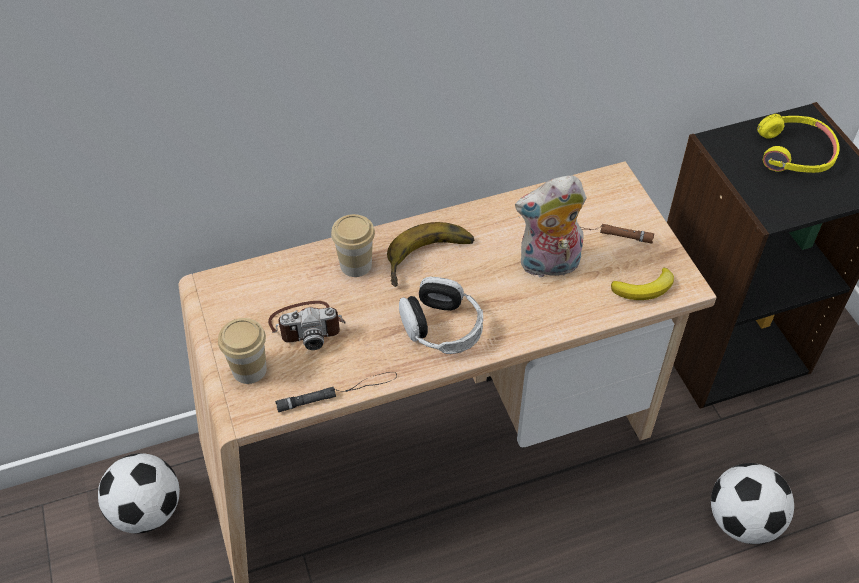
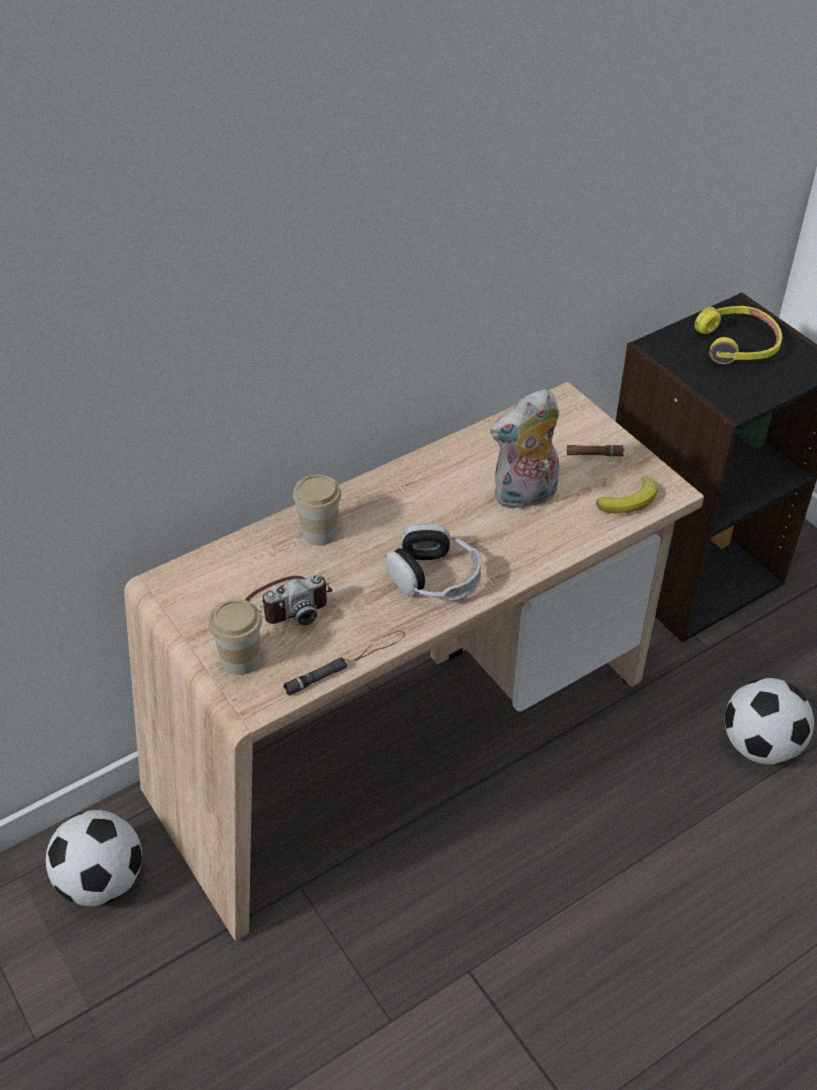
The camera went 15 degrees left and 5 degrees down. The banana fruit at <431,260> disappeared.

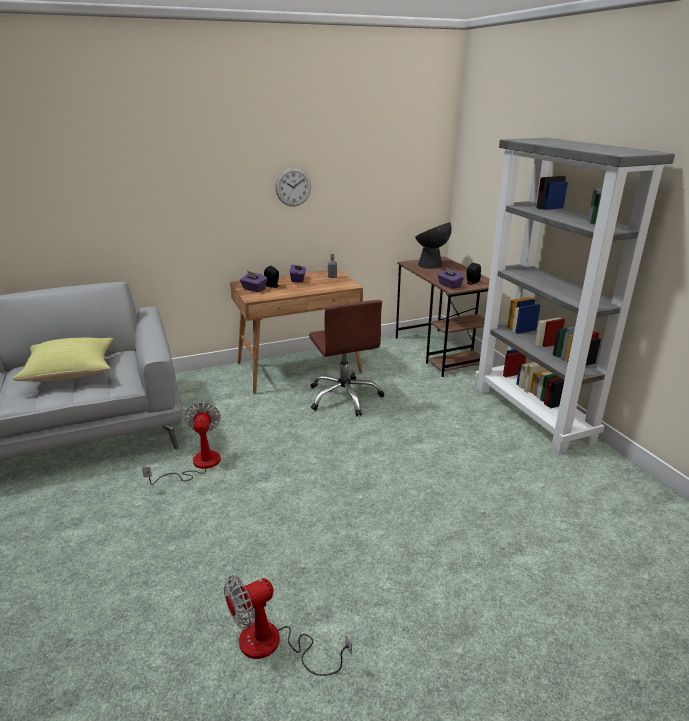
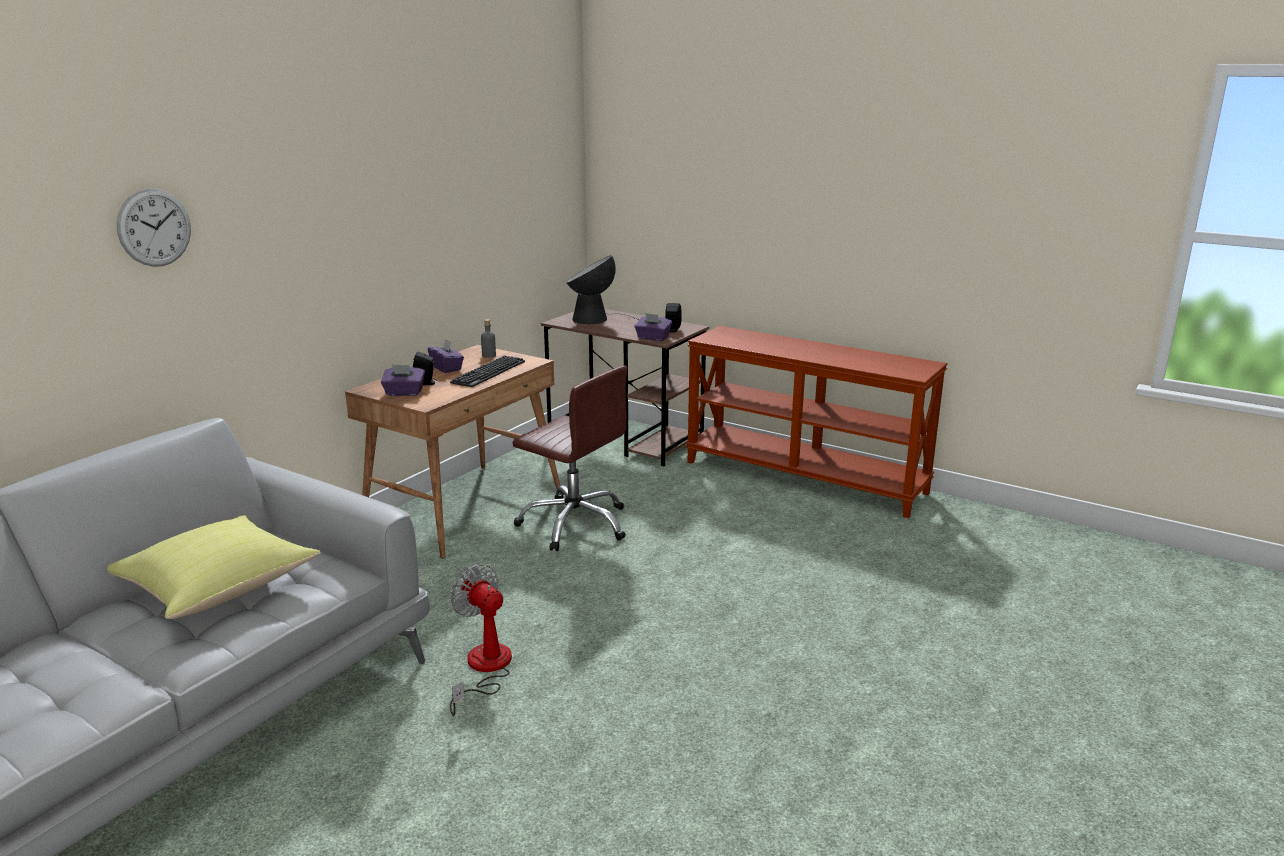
The camera went 35 degrees left and 5 degrees down. The cooling fan at <273,645> disappeared. The wall clock moved from <293,187> to <154,227>. The gray shelving unit at <533,414> was replaced by the brownish narrow table at <805,477>. The keyboard at <488,372> appeared.

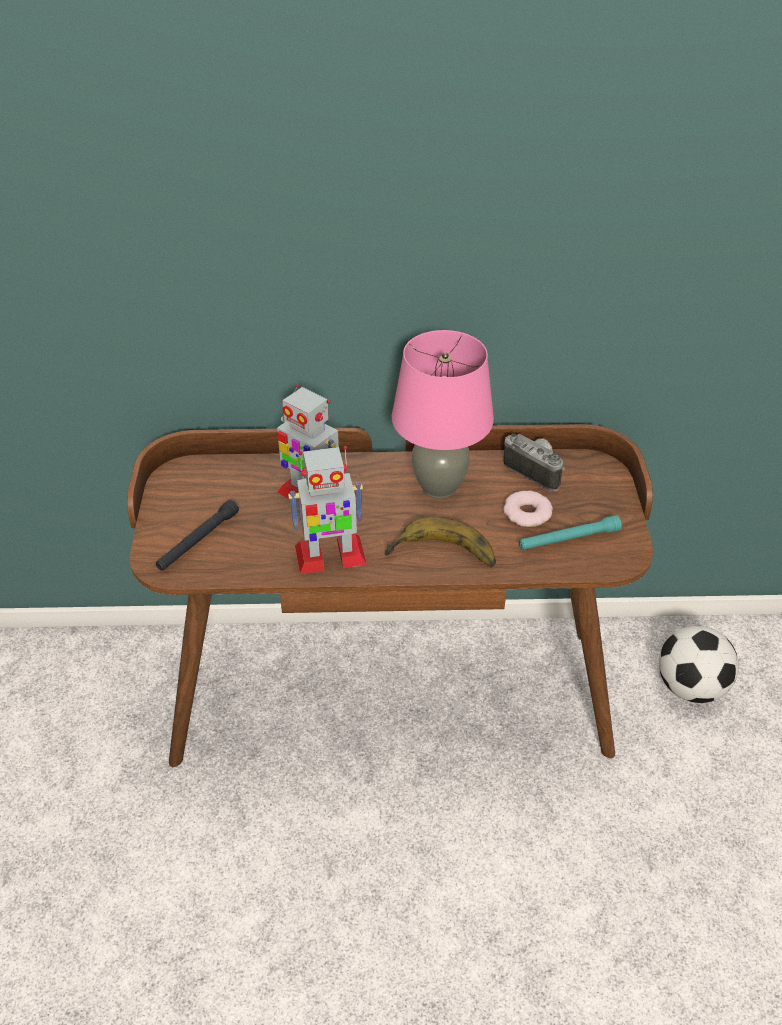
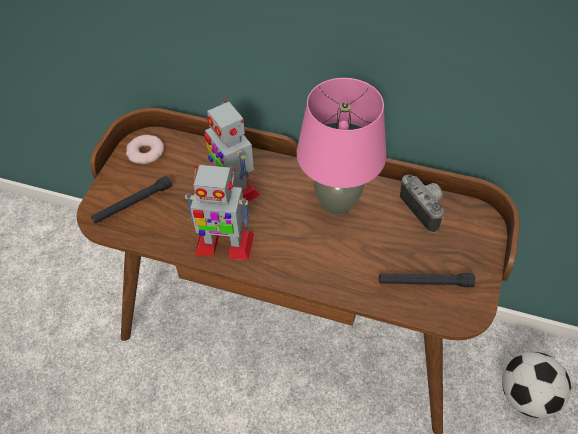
The camera went 20 degrees right and 10 degrees up. The banana fruit at <442,557> disappeared. The doughnut moved from <527,513> to <145,152>. The turquoise hand torch at <568,539> became the blackish hand torch at <425,283>.

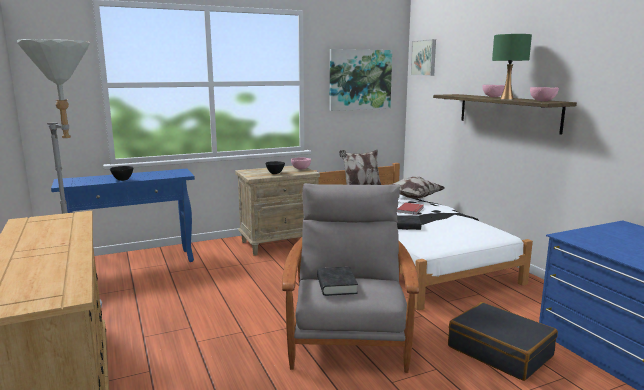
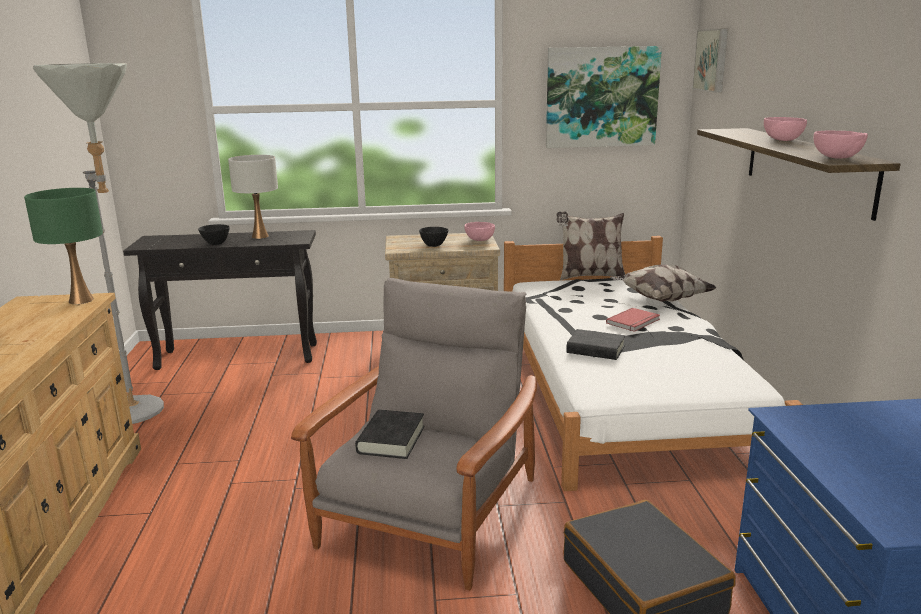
The camera went 20 degrees right and 5 degrees up. The blue narrow table at <135,264> became the blackish narrow table at <239,356>. The green table lamp moved from <507,99> to <81,300>. The white-coloured table lamp at <260,236> appeared.

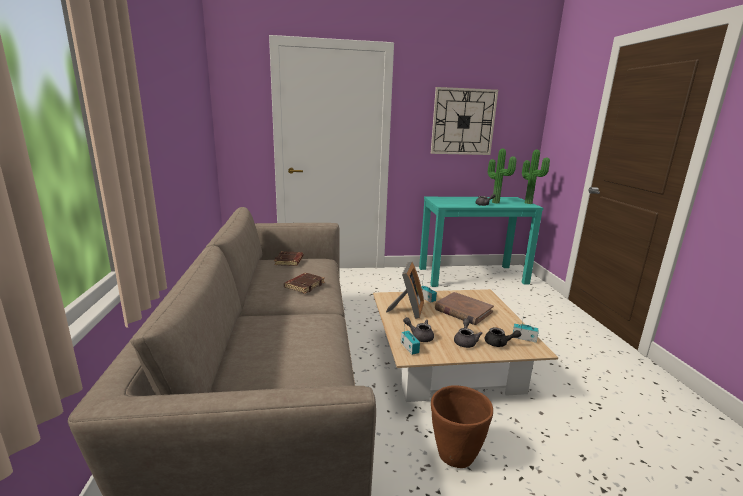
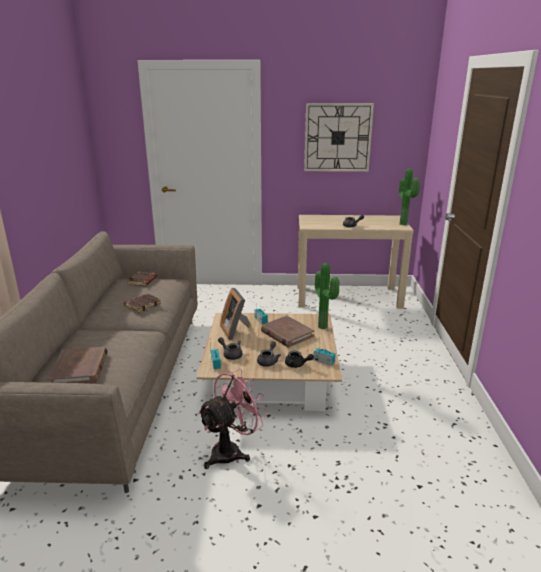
The camera went 10 degrees right and 5 degrees up. The picture frame at <407,310> turned 135 degrees clockwise. The turquoise narrow table at <472,275> became the beige narrow table at <348,297>. The brownish plant pot at <455,455> was replaced by the pink-coloured cooling fan at <231,451>. The houseplant moved from <496,202> to <324,326>. The brownish book at <80,369> appeared.

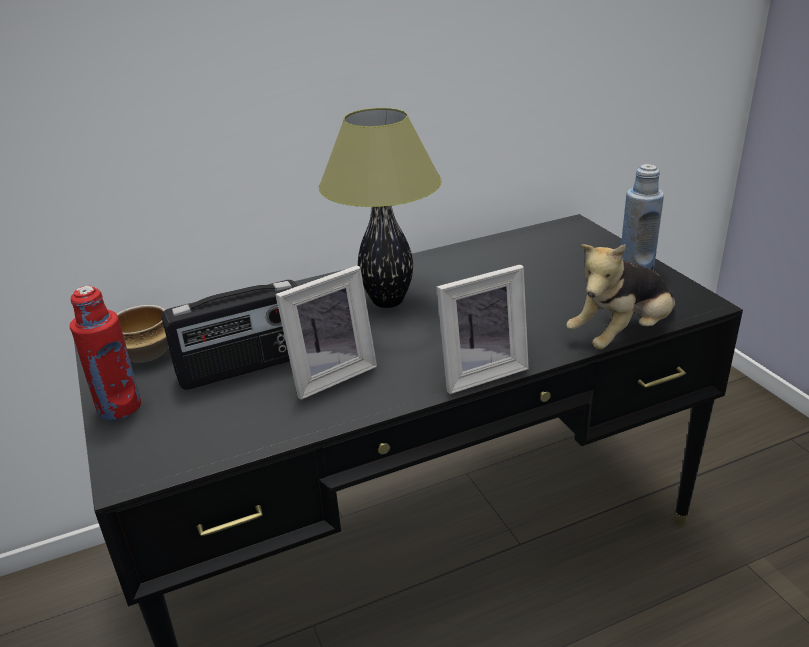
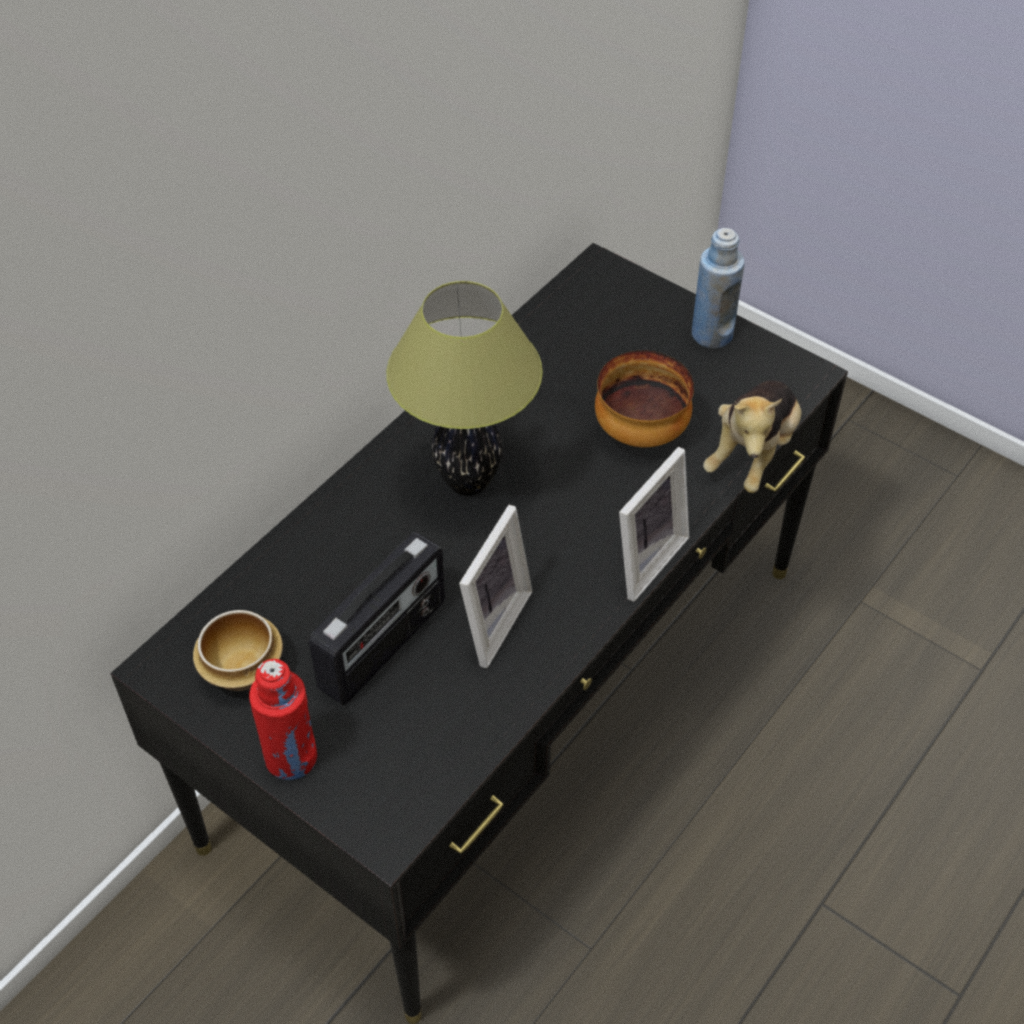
The camera went 30 degrees left and 20 degrees up. The deep dish at <640,433> appeared.

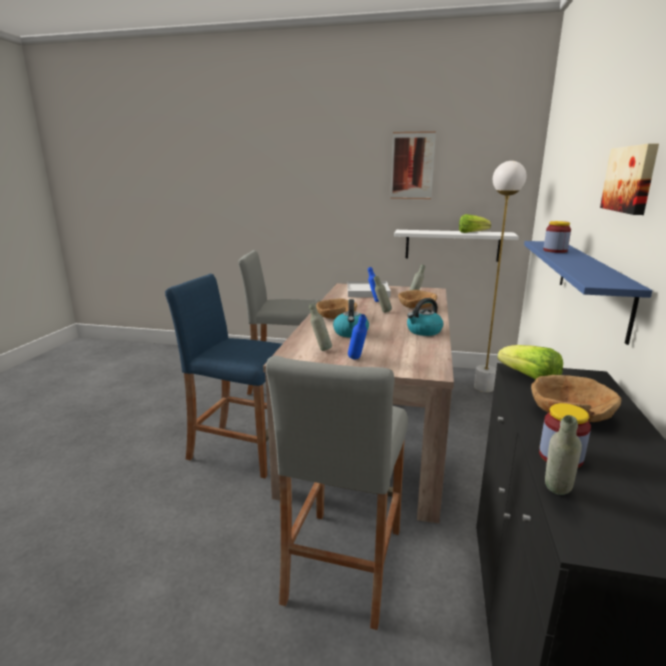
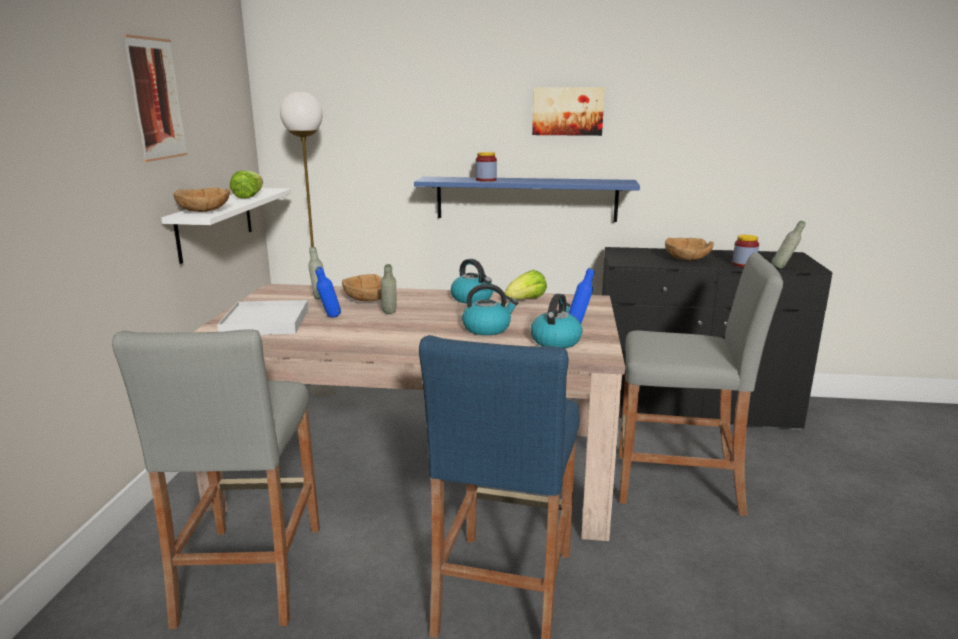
The camera went 95 degrees left and 0 degrees up. The gray beverage bottle at <320,349> was replaced by the kettle at <556,341>. The brownish deep dish moved from <336,317> to <204,211>. The head of lettuce moved from <530,379> to <526,301>.

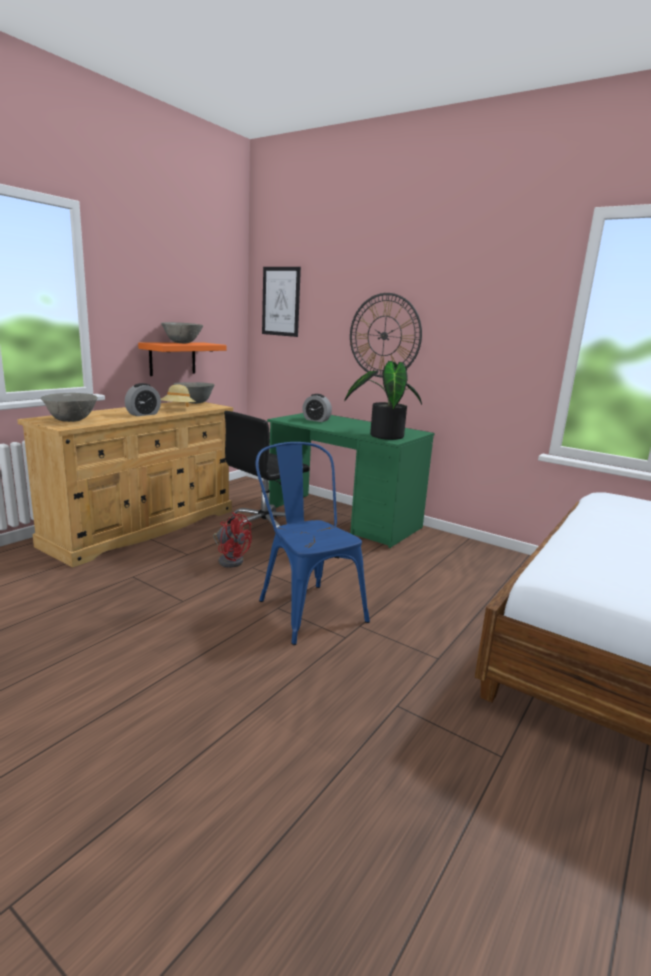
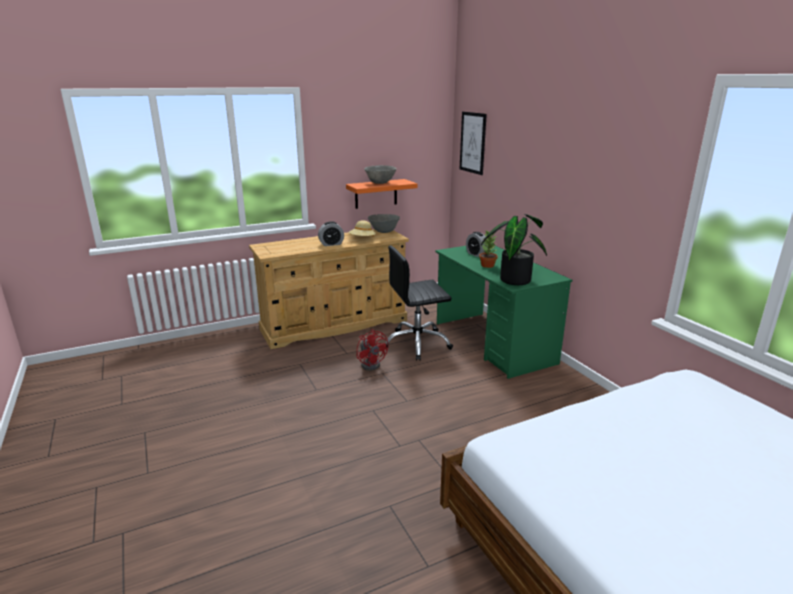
The camera went 30 degrees right and 5 degrees up. The gray deep dish at <71,421> disappeared. The blue chair at <305,607> disappeared. The wall clock at <384,336> disappeared. The houseplant at <487,265> appeared.

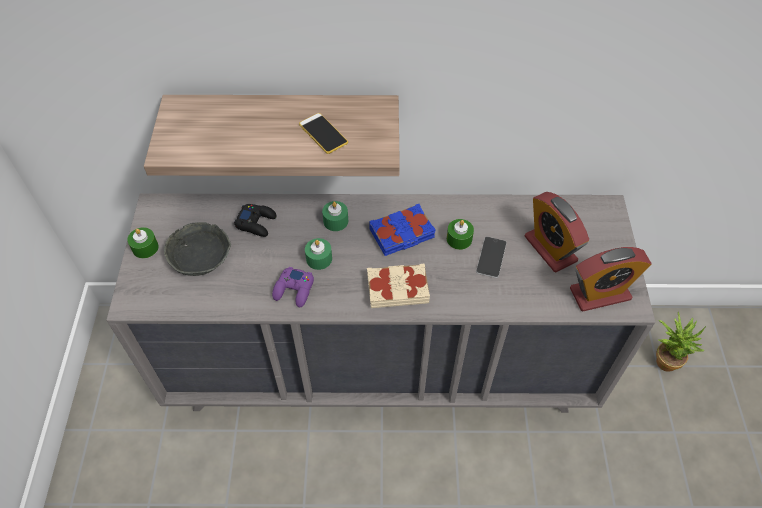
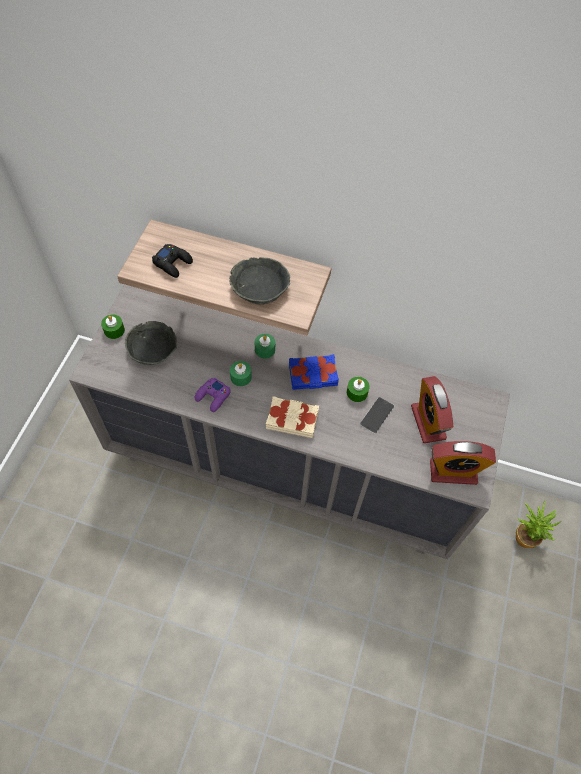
The camera went 15 degrees right and 5 degrees up. The blackish joypad moved from <256,223> to <173,263>. The handset at <323,134> was replaced by the gray deep dish at <259,285>.

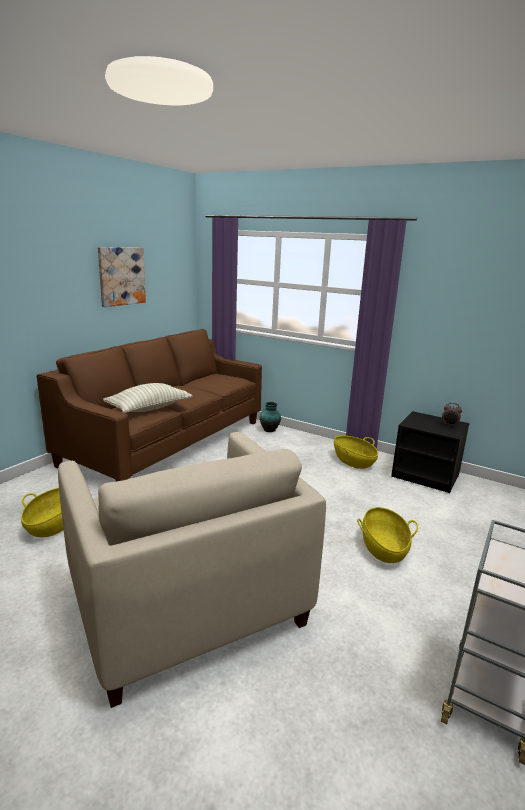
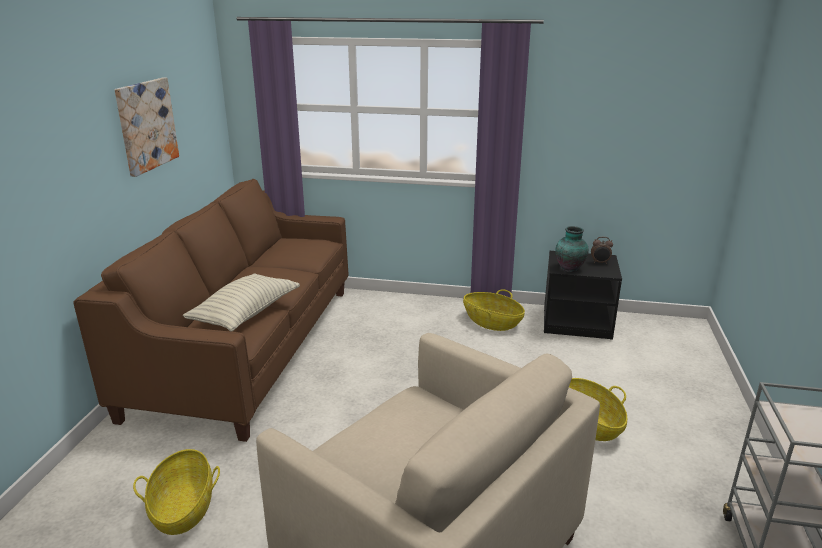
The camera went 20 degrees left and 5 degrees up. The flower vase moved from <270,430> to <570,268>.

